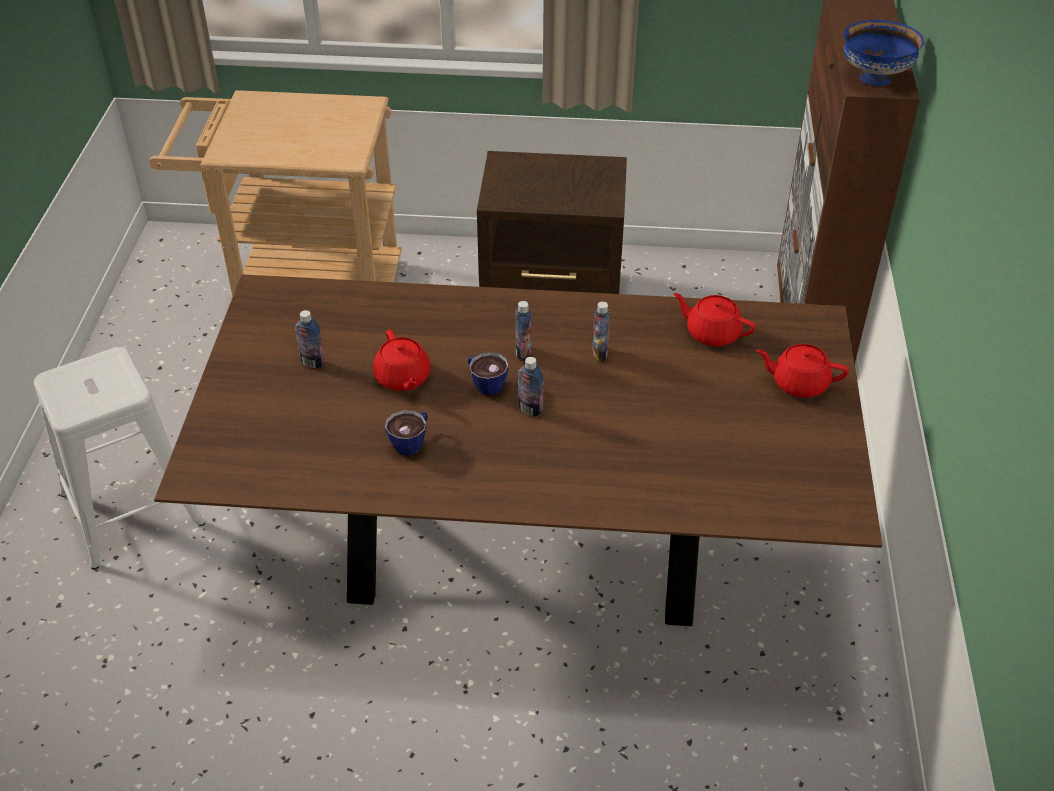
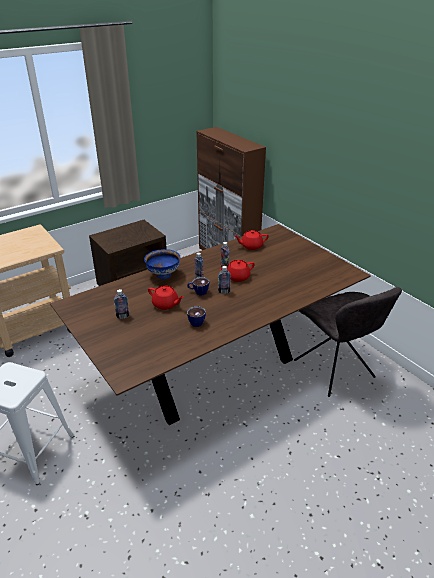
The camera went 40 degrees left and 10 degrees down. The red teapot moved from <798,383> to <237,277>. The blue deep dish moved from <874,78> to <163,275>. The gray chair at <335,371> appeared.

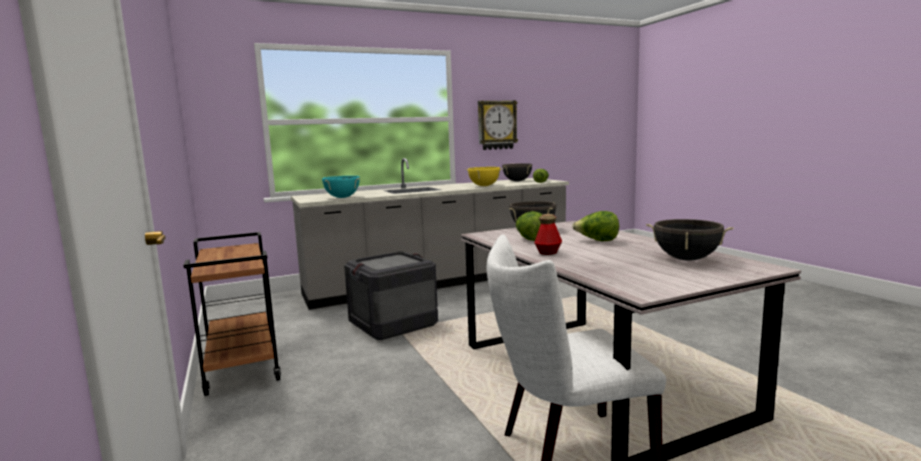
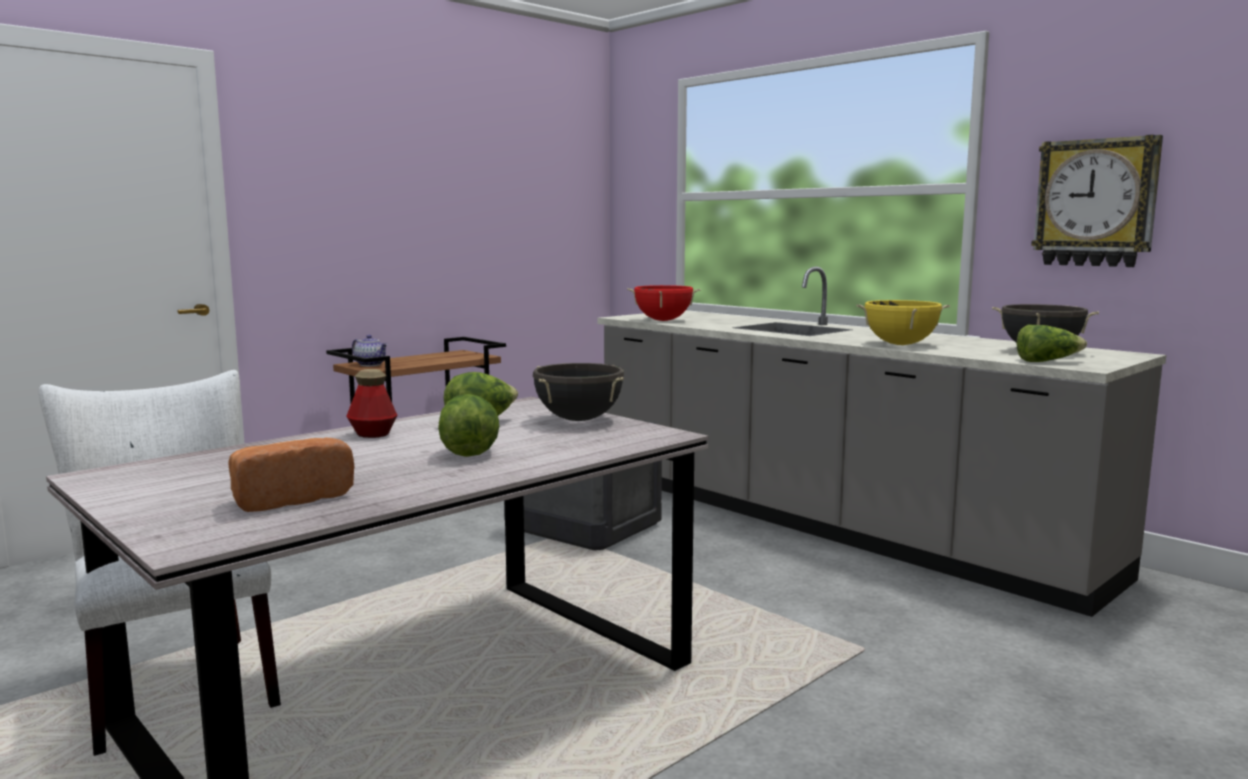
The camera went 70 degrees right and 0 degrees up. The turquoise cooking pot at <342,197> became the red cooking pot at <663,320>. The blackish cooking pot at <686,259> was replaced by the bread at <289,498>. The teapot at <371,364> appeared.

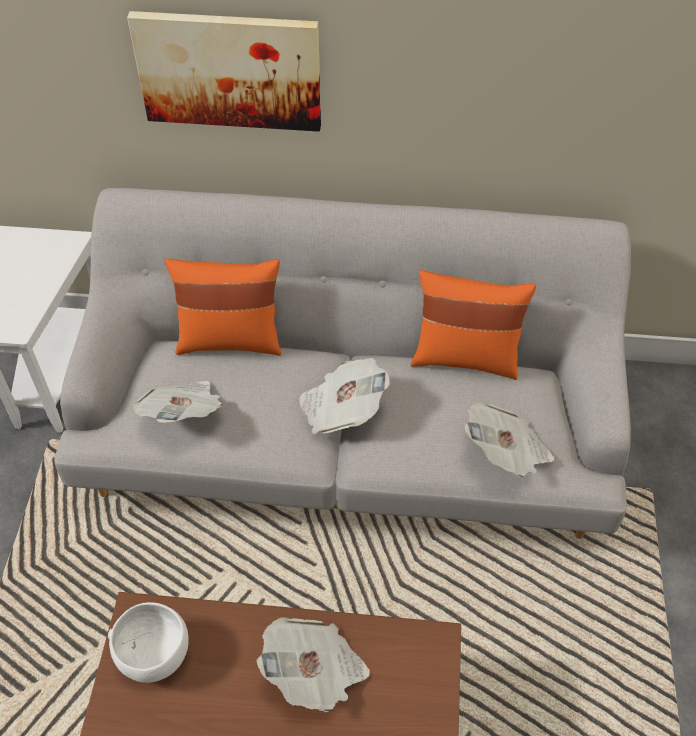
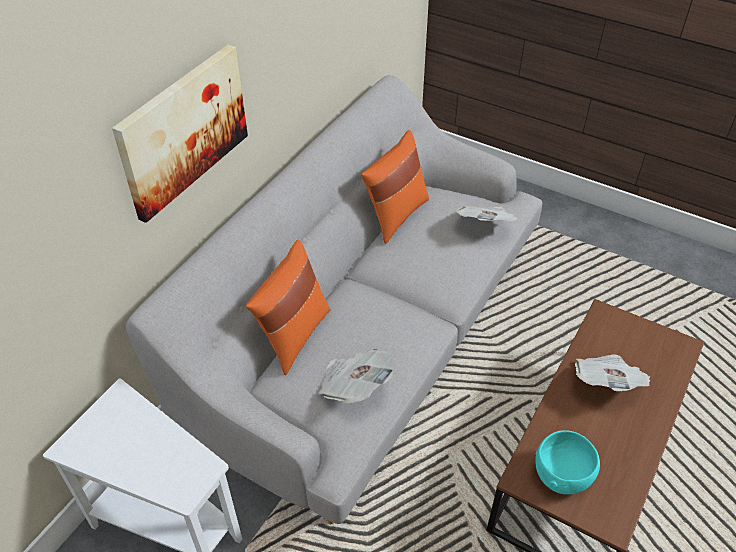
The camera went 65 degrees left and 5 degrees down. The white-coloured deep dish at <154,655> became the turquoise deep dish at <562,475>. The newspaper at <342,409> disappeared.

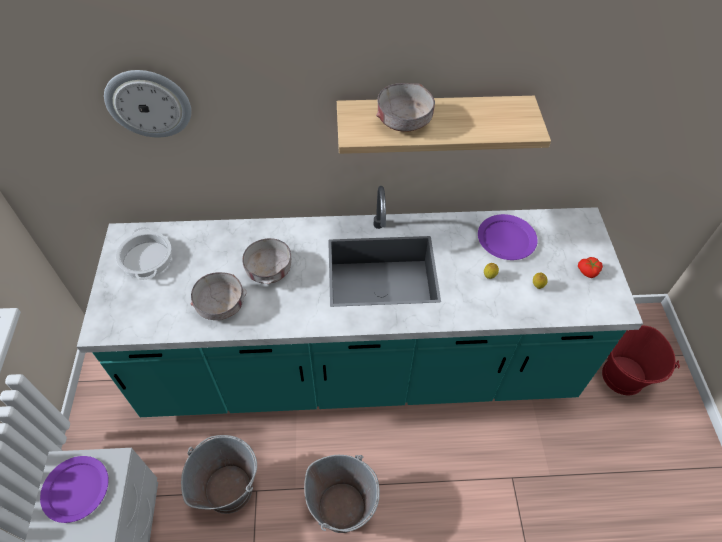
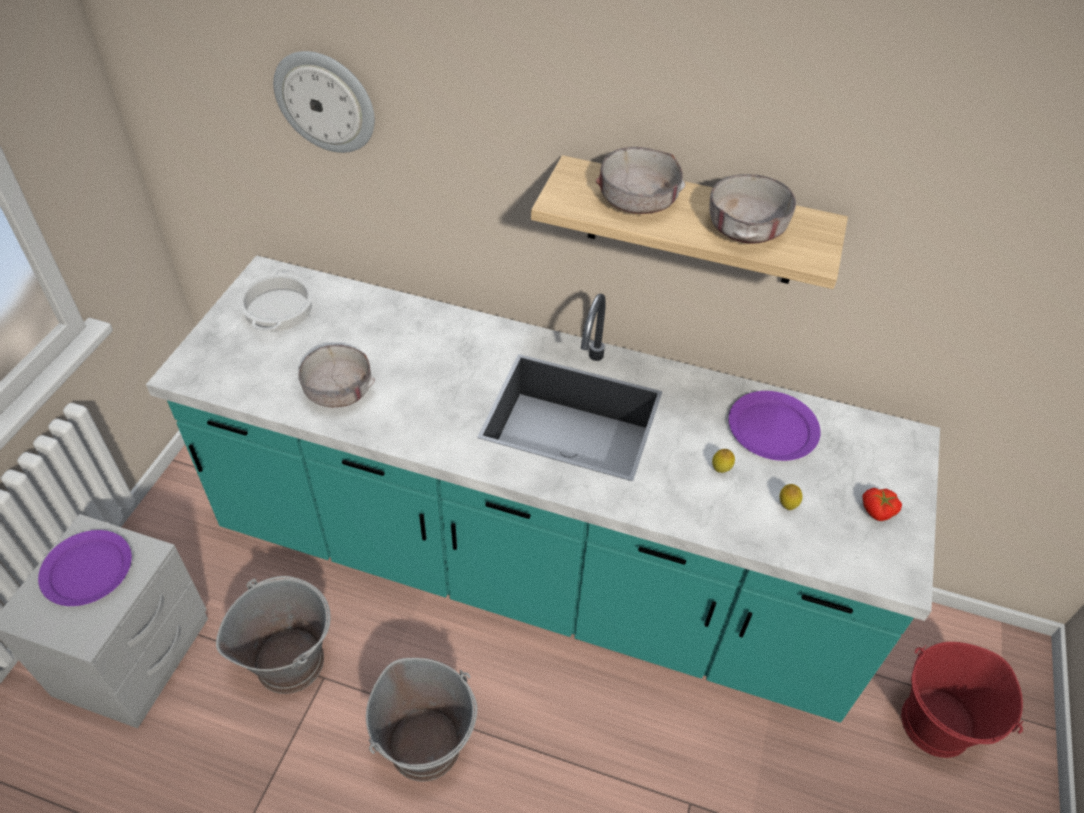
The camera went 20 degrees right and 5 degrees down. The gray deep dish moved from <269,270> to <746,229>.

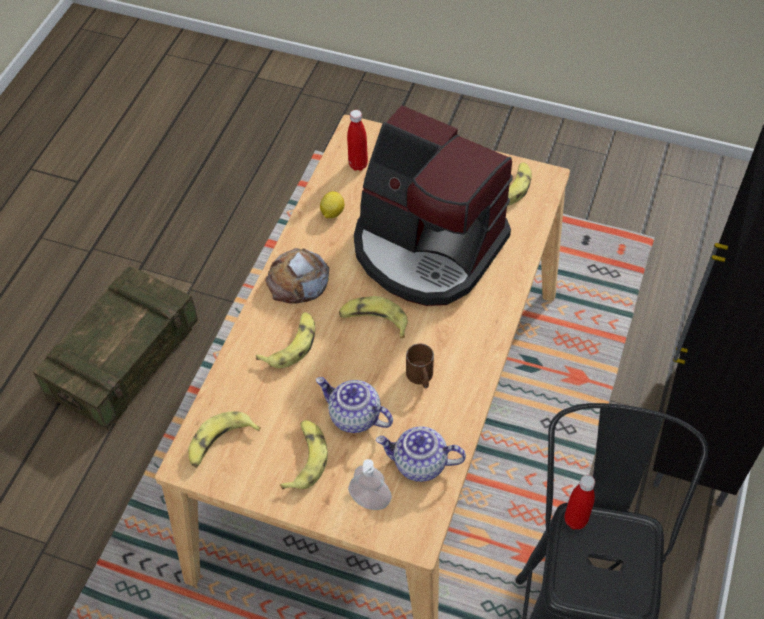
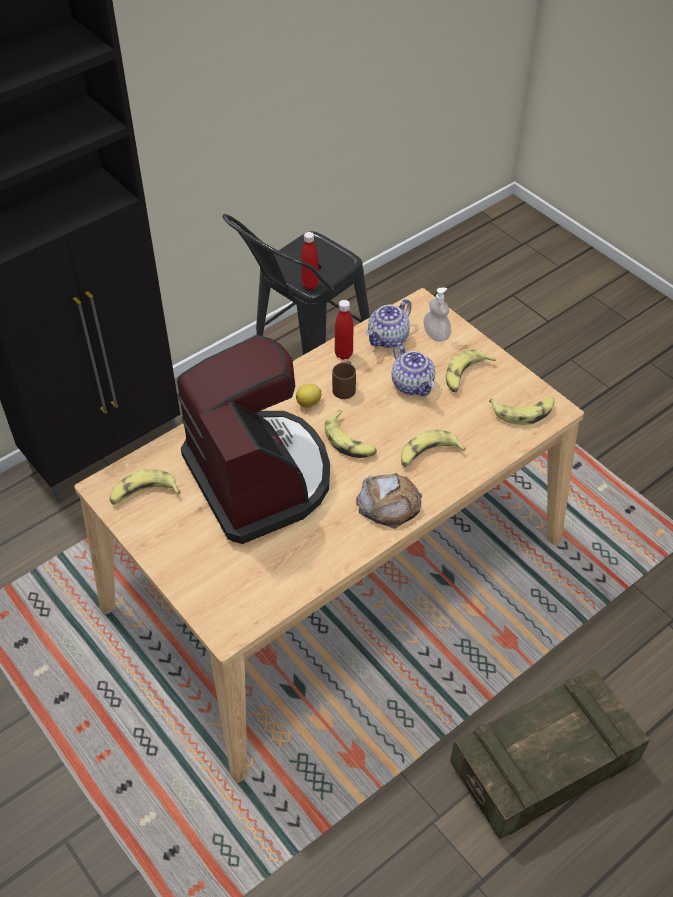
The camera went 150 degrees left and 5 degrees down. The lemon moved from <332,213> to <309,403>. The red beverage bottle moved from <358,165> to <343,354>. The teapot at <419,464> turned 90 degrees clockwise.

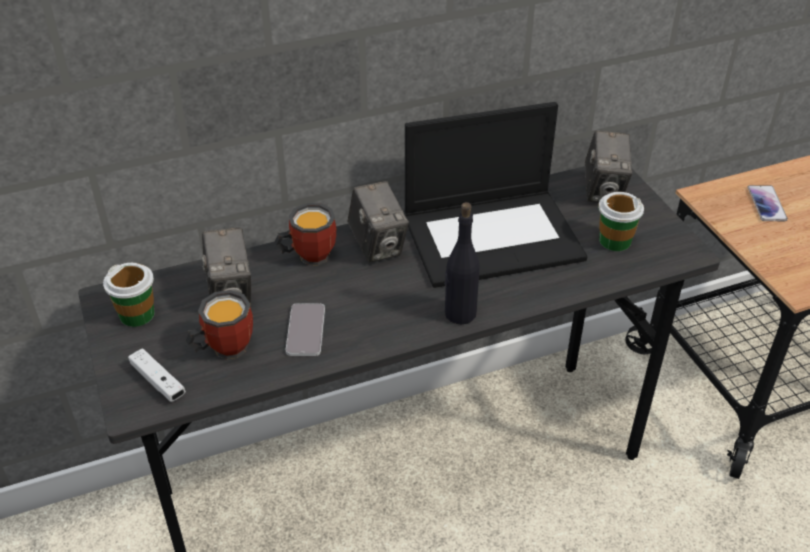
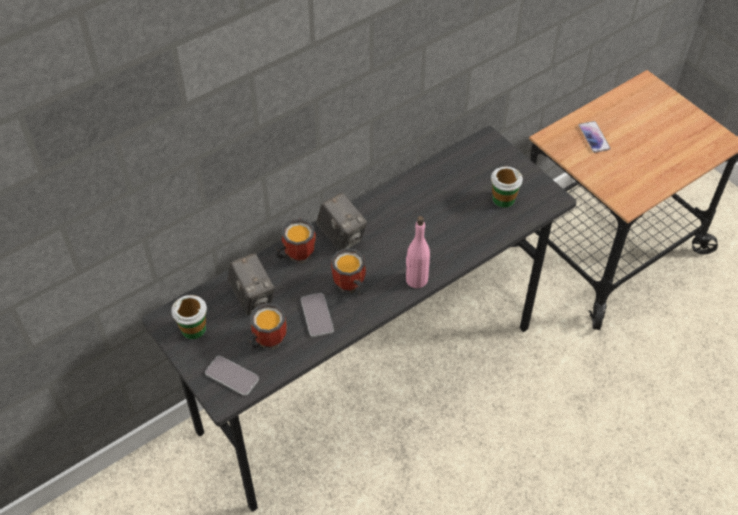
The camera went 15 degrees left and 10 degrees up. The white-coloured joypad at <158,381> was replaced by the handset at <232,376>. The portable computer at <493,236> disappeared. The blackish beverage bottle at <459,313> became the pink-coloured beverage bottle at <416,279>. The still camera at <603,191> disappeared. The mug at <349,287> appeared.

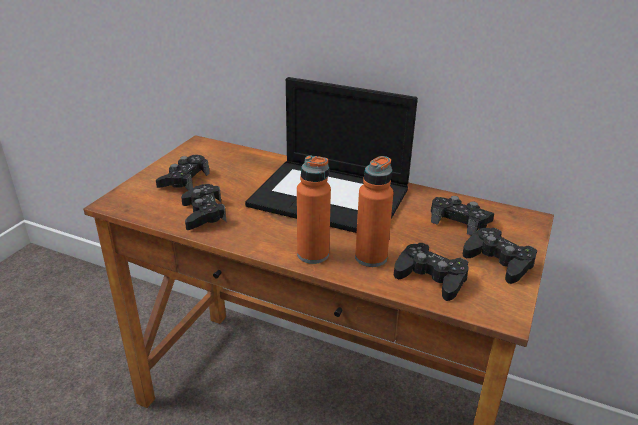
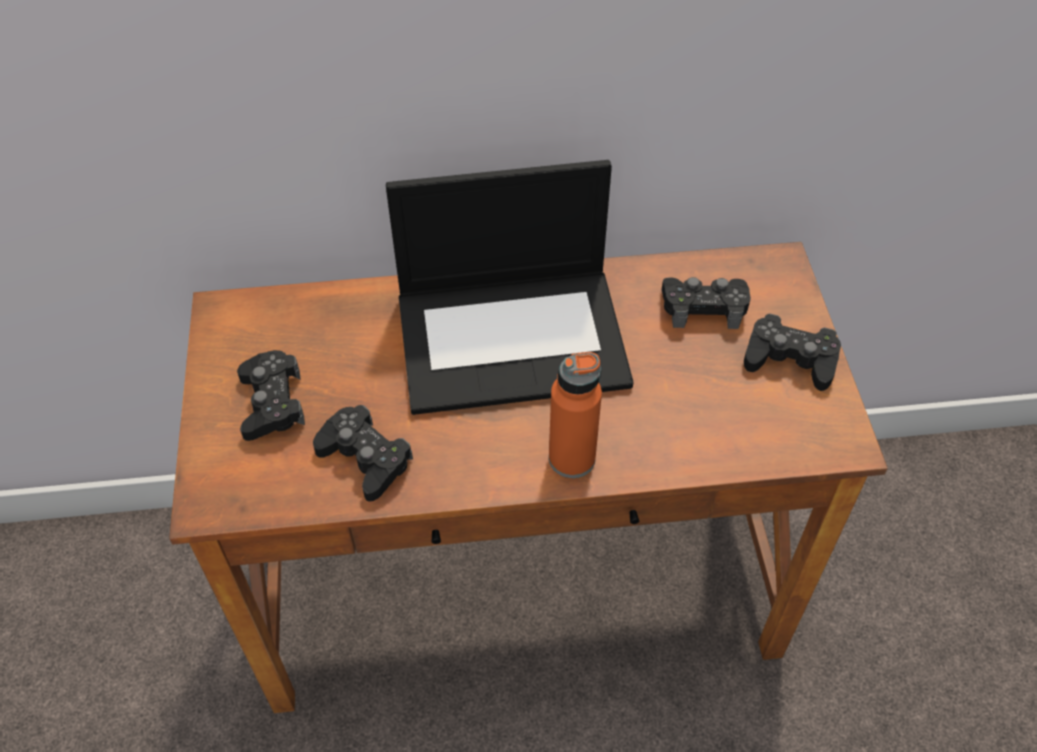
The camera went 30 degrees left and 20 degrees up. The orangey beverage bottle at <371,257> disappeared. The blackish joypad at <431,277> disappeared.

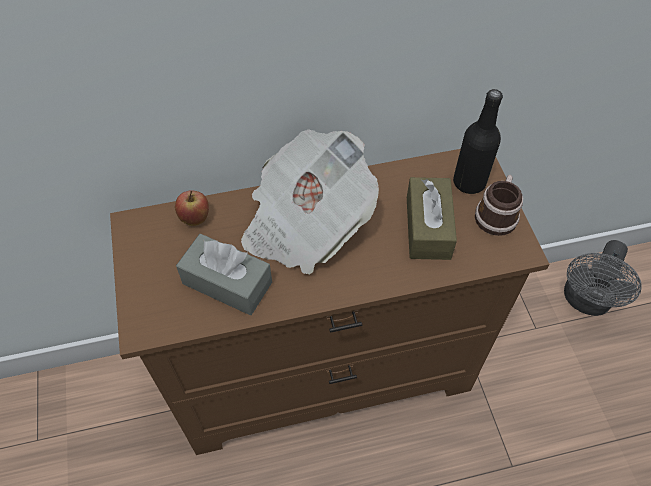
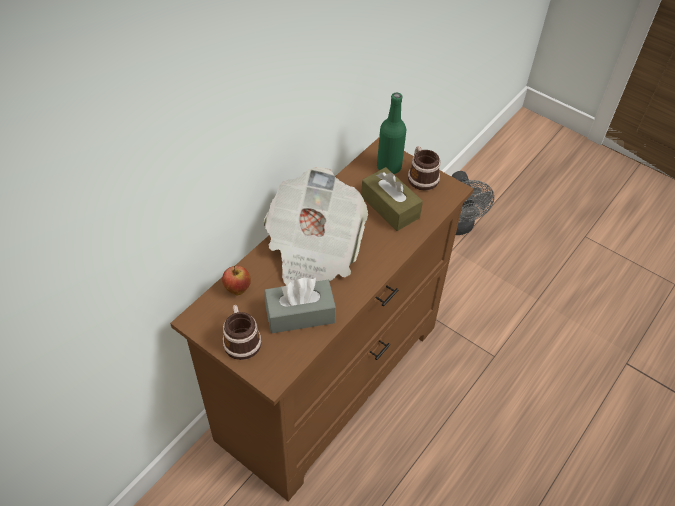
The camera went 40 degrees left and 5 degrees down. The blackish beverage bottle at <469,182> became the green beverage bottle at <389,167>. The mug at <241,339> appeared.

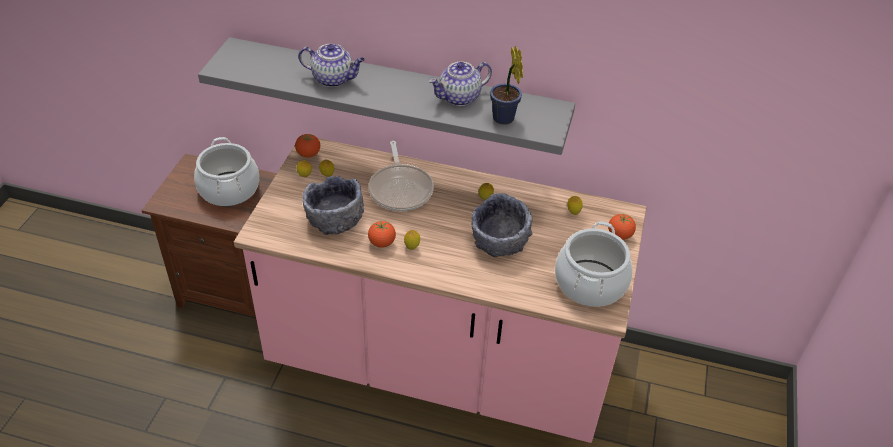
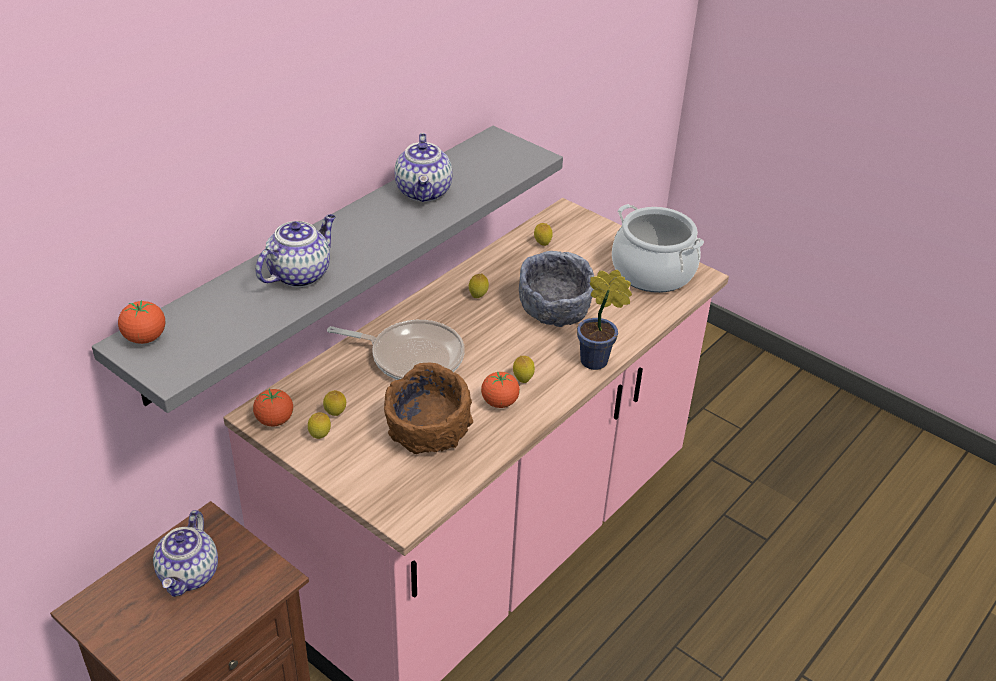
The camera went 65 degrees left and 5 degrees down. The cooking pot at <229,189> was replaced by the teapot at <190,575>. The gray deep dish at <334,219> became the brownish deep dish at <428,432>. The houseplant moved from <504,120> to <598,361>. The tomato moved from <619,235> to <145,338>.

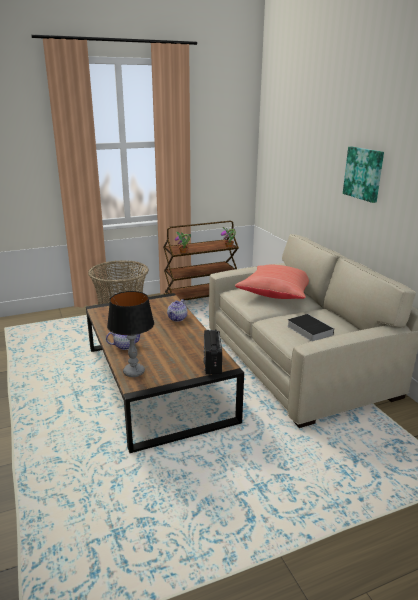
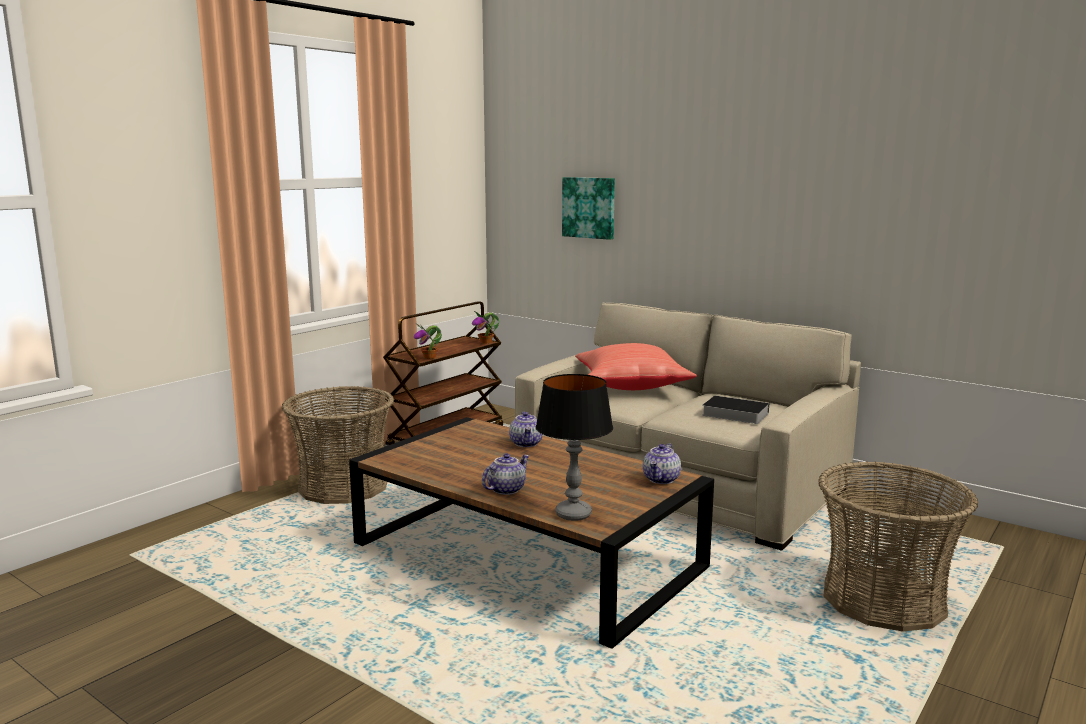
The camera went 30 degrees left and 10 degrees down. The radio receiver at <212,364> was replaced by the teapot at <661,479>. The wall art moved from <364,173> to <589,207>. The basket at <883,601> appeared.

